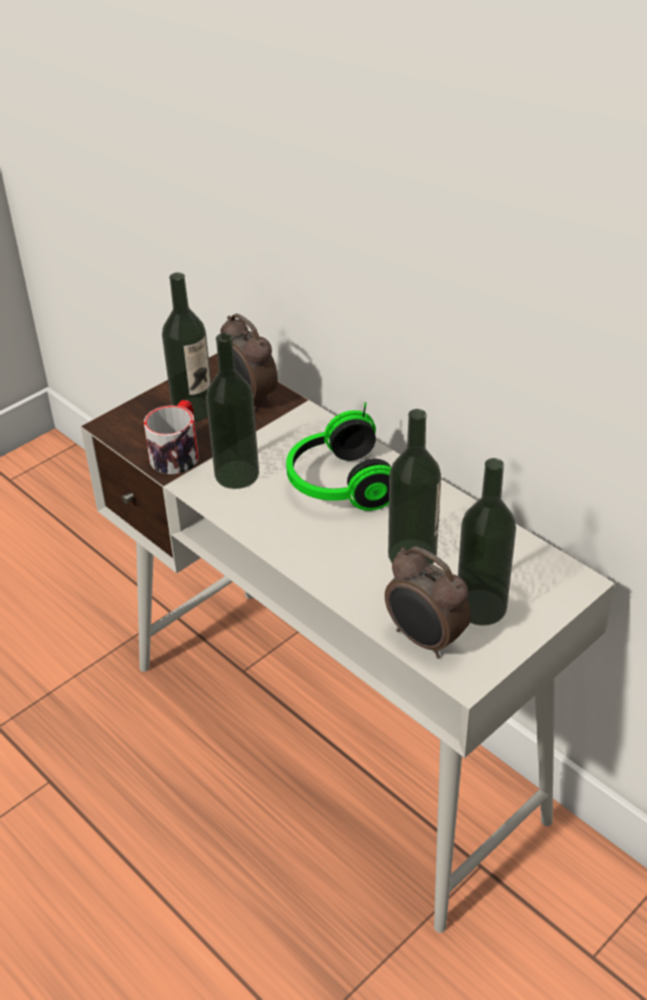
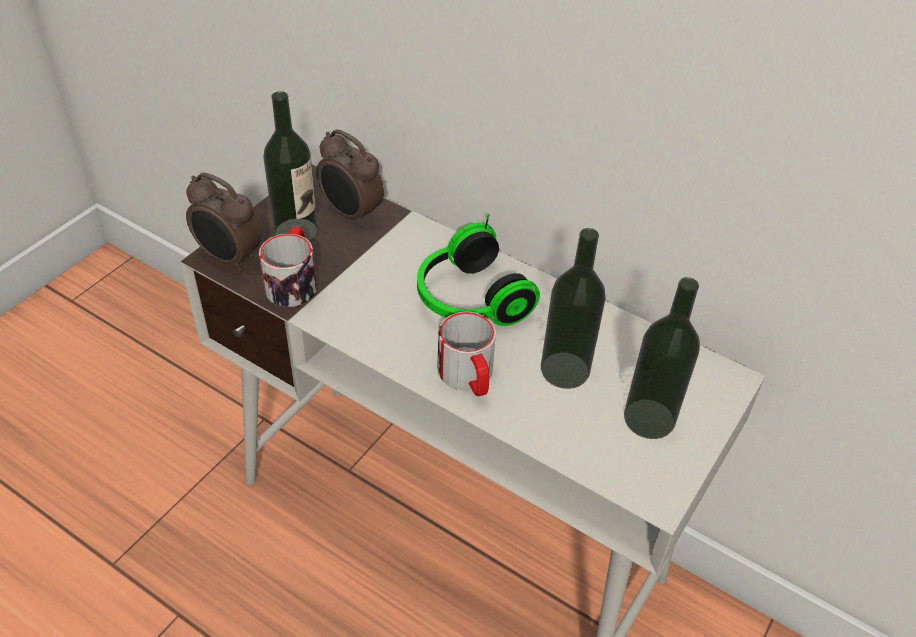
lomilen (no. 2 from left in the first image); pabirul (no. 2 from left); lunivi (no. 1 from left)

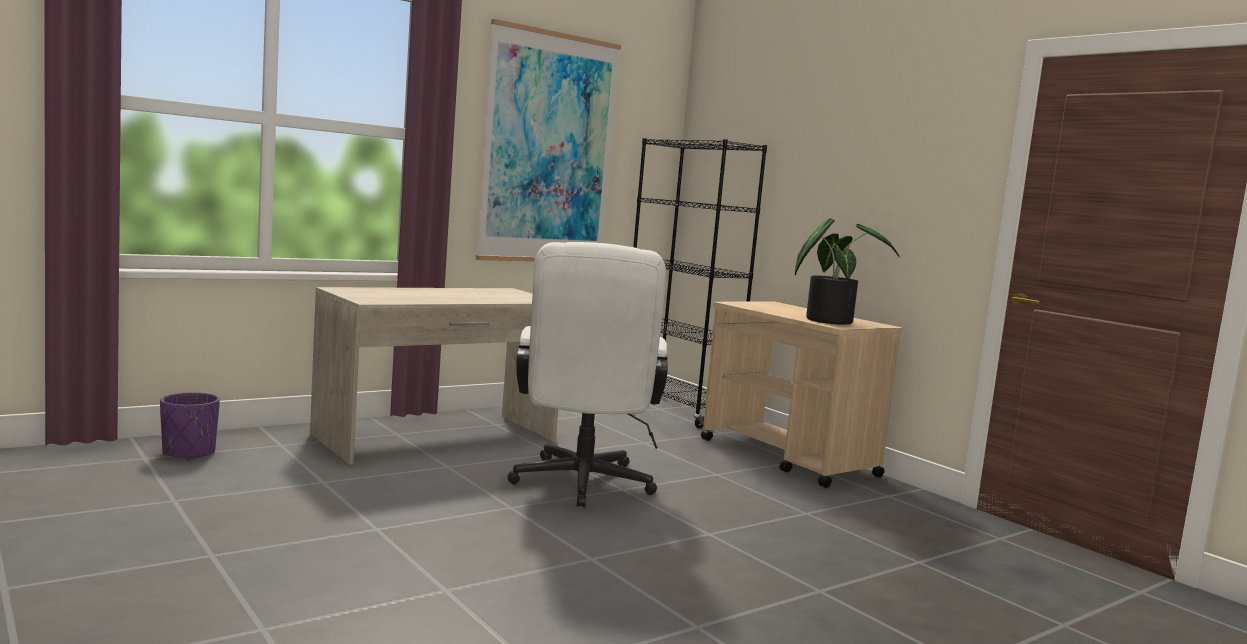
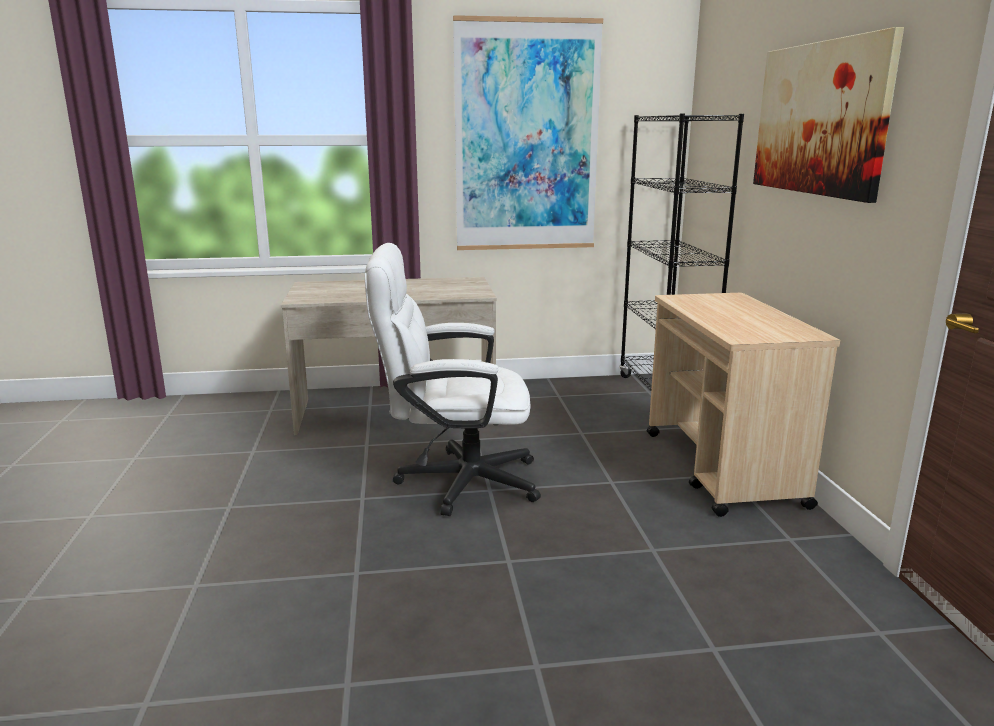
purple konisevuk; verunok; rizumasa (no. 2 from left); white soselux

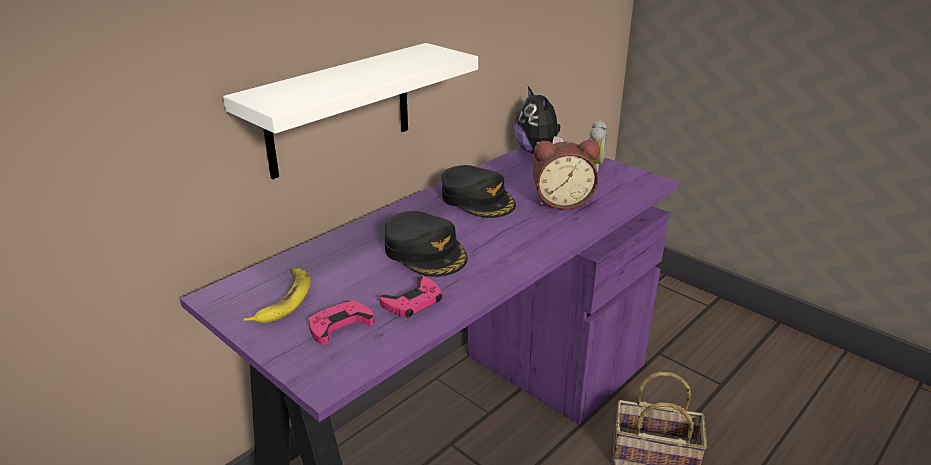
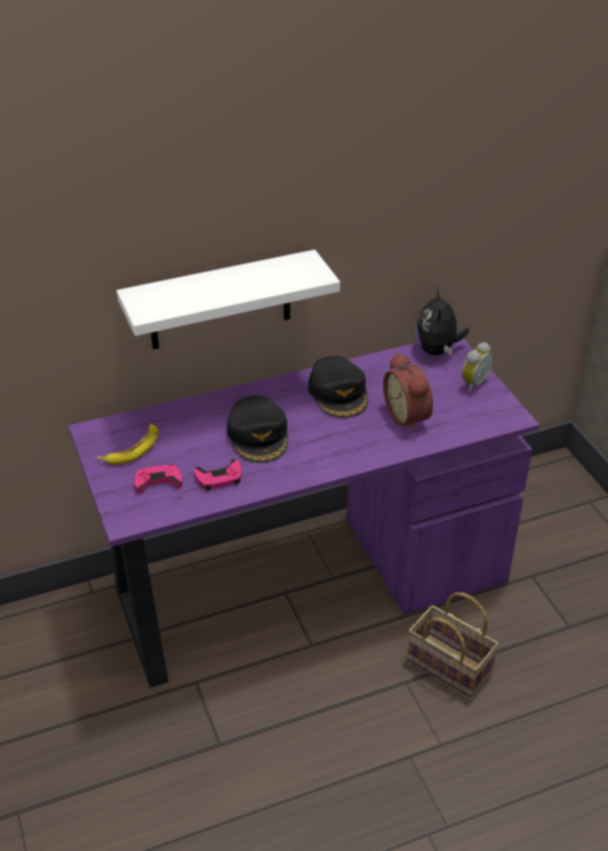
lunivi (no. 1 from left)

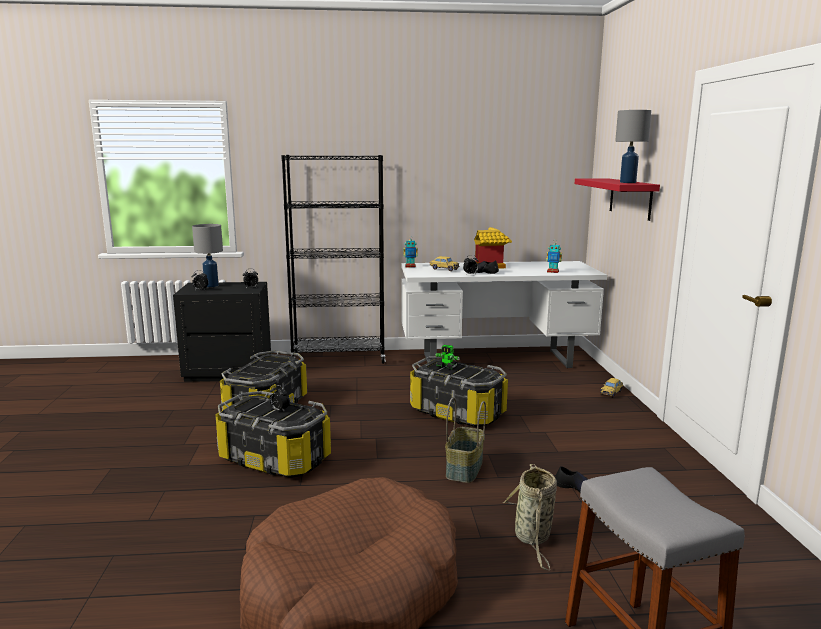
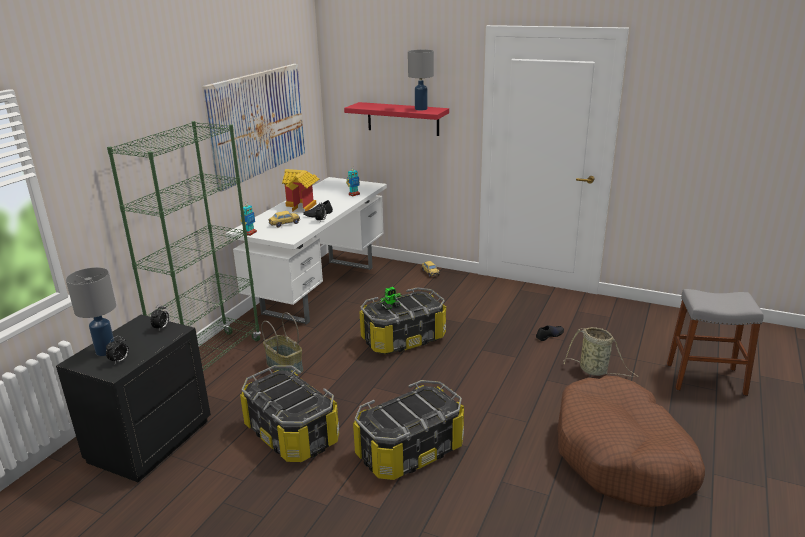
lunivi (no. 3 from left in the first image); rizumasa; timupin (no. 1 from left); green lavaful

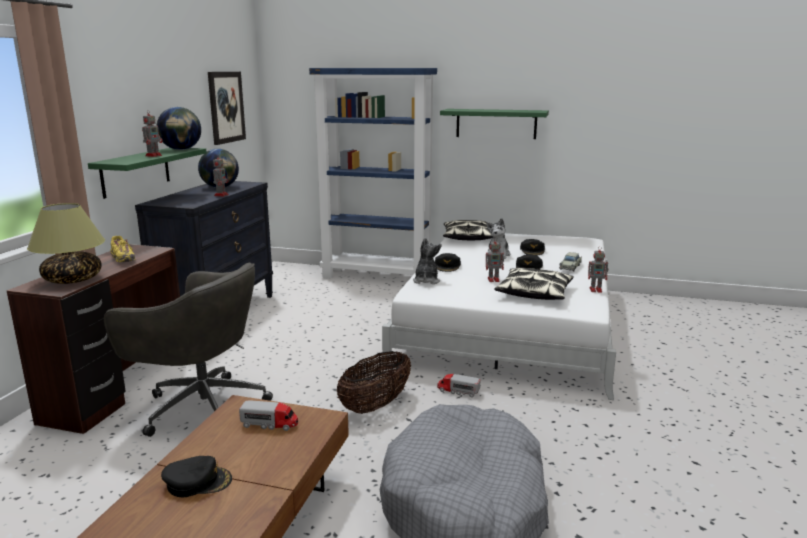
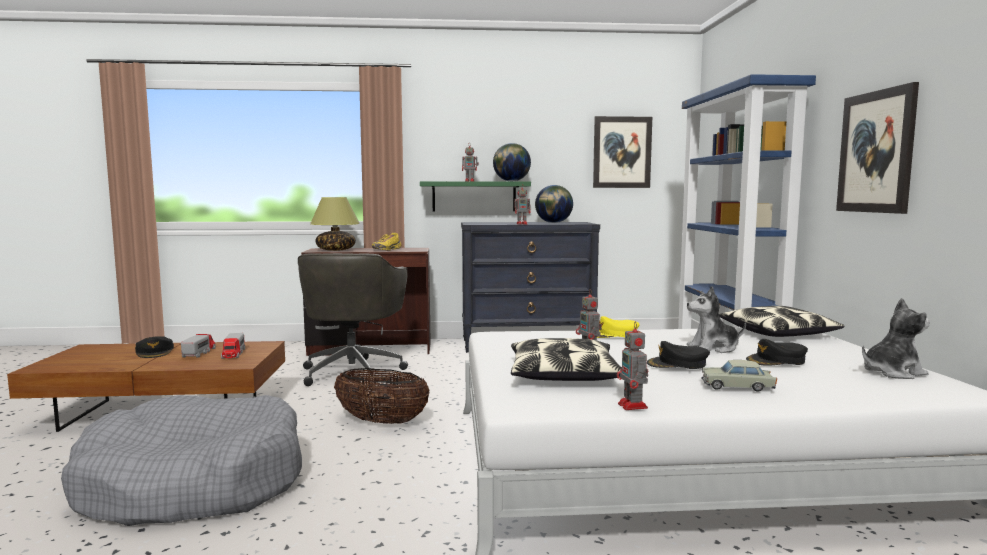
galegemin (no. 2 from left); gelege (no. 1 from left); rizumasa (no. 2 from left); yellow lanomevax

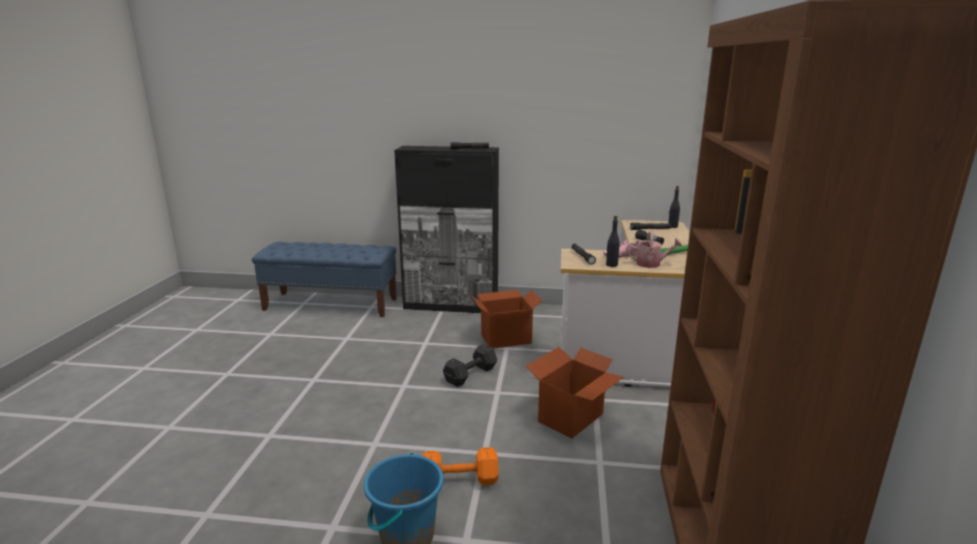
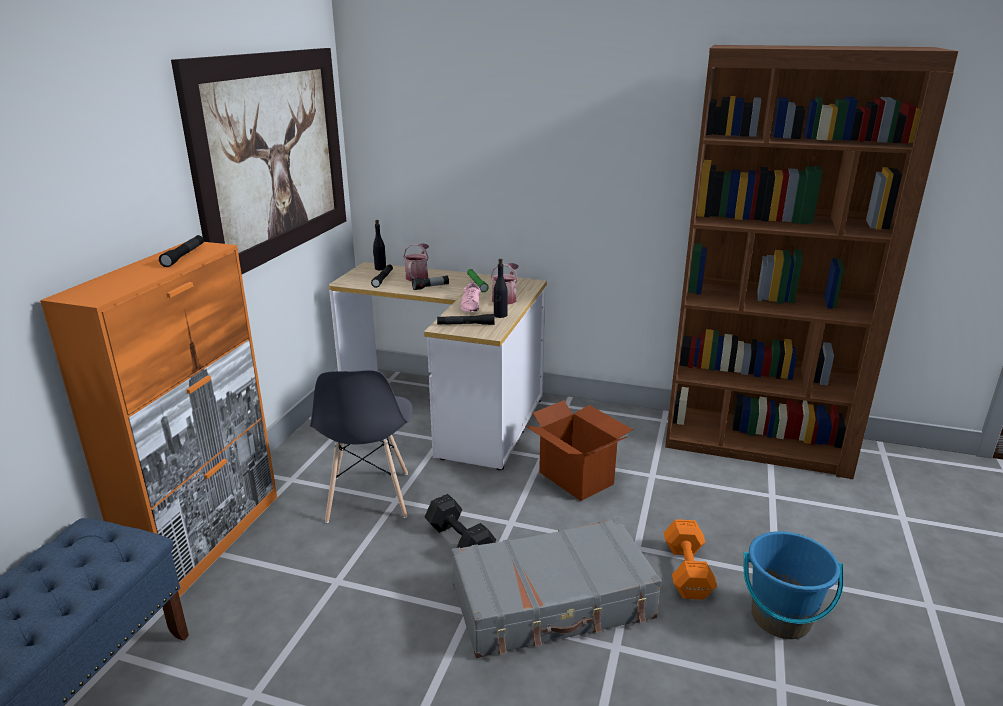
rizumasa; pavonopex (no. 1 from left); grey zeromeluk; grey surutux; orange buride

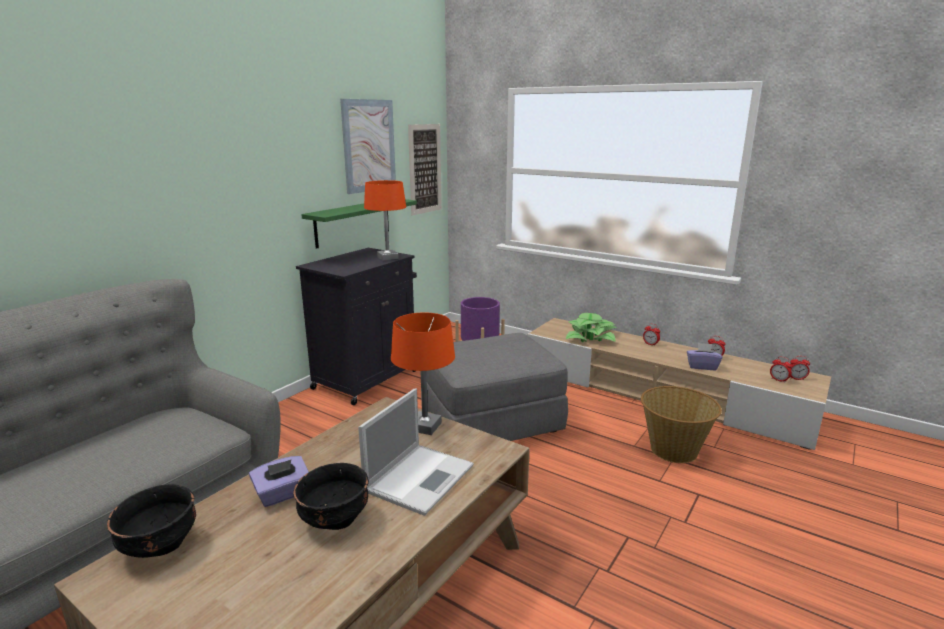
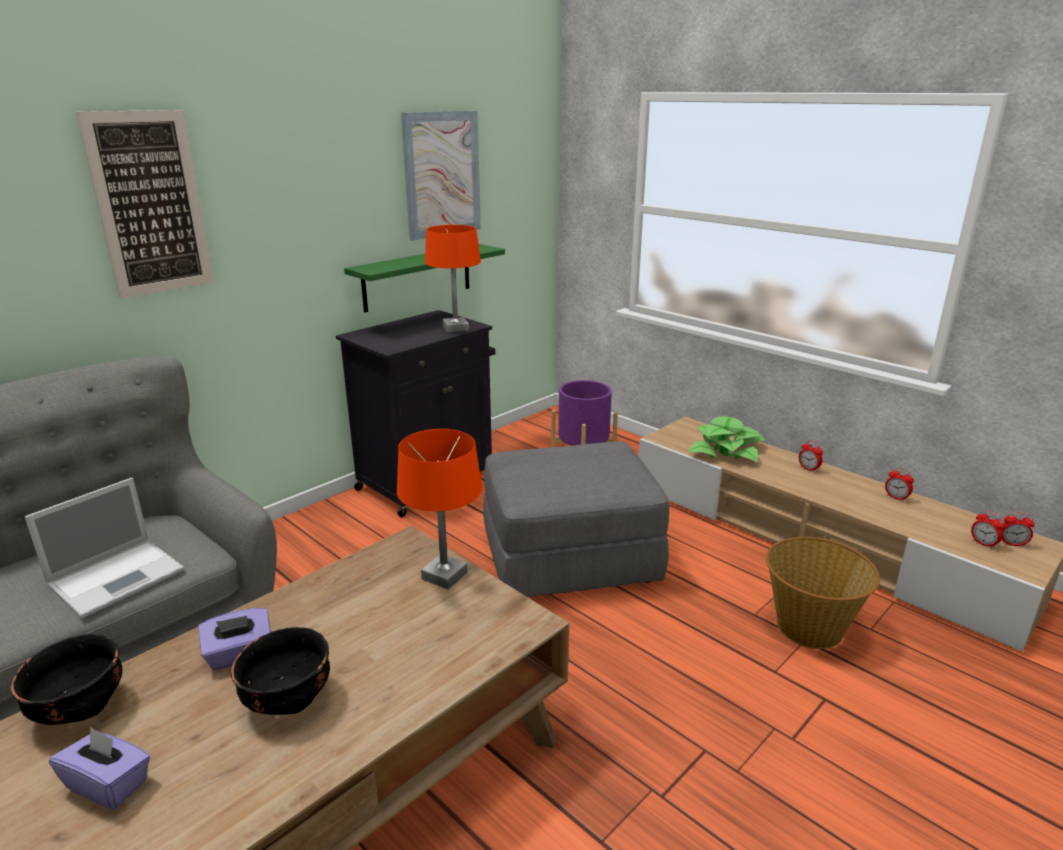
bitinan; rizumasa (no. 1 from left); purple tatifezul (no. 1 from left)

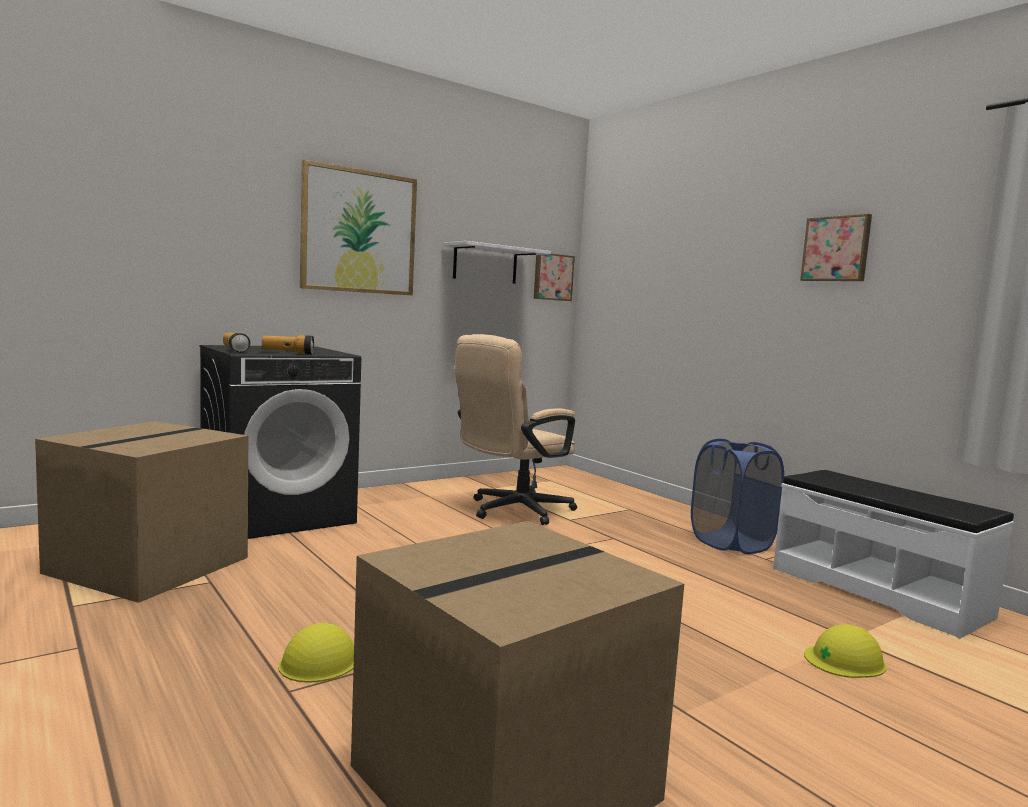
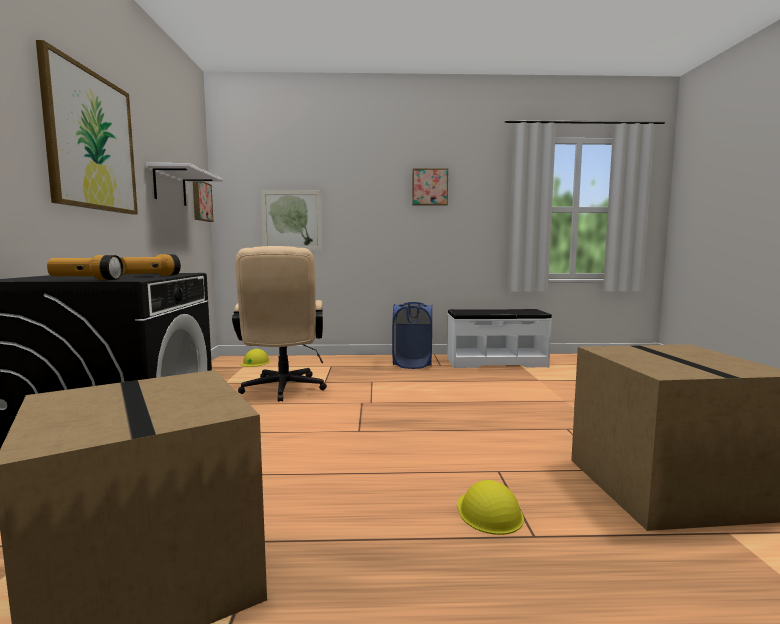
rizumasa (no. 3 from left); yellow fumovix (no. 1 from left)

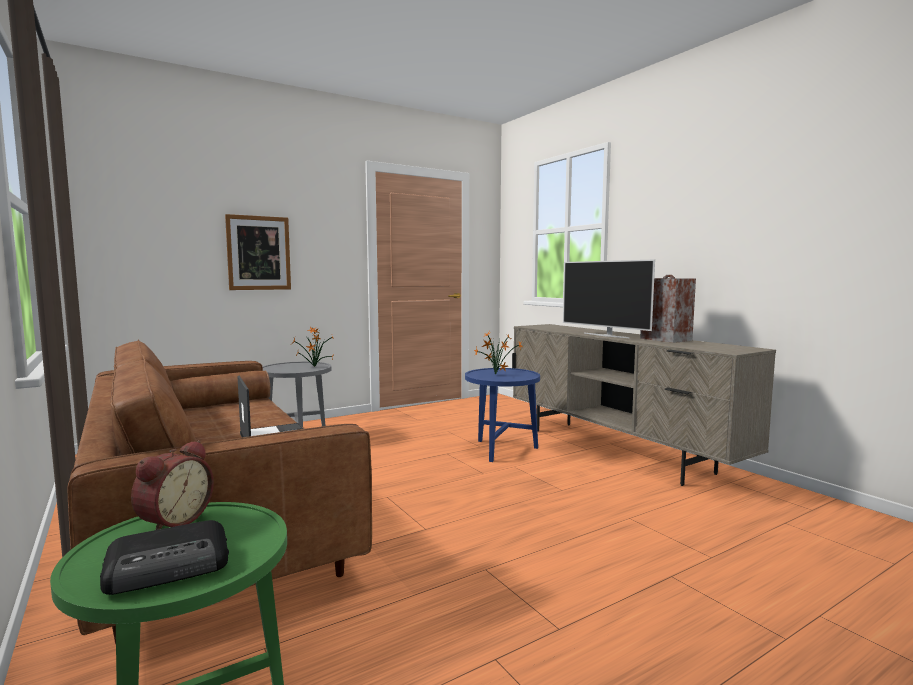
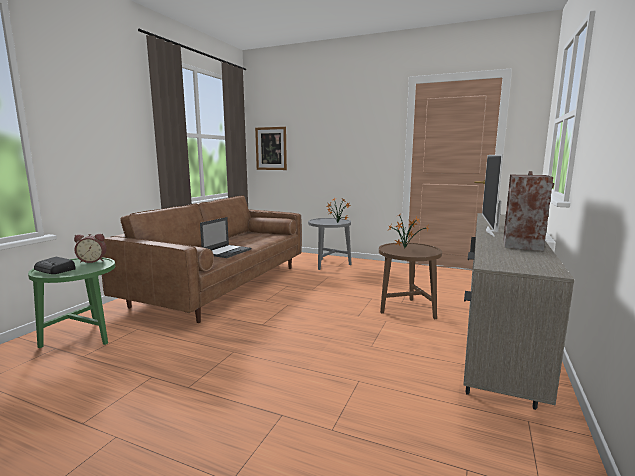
rizumasa; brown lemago

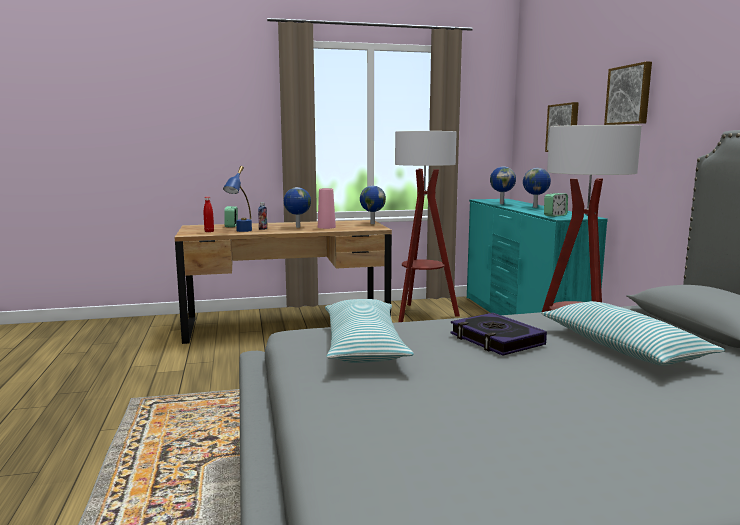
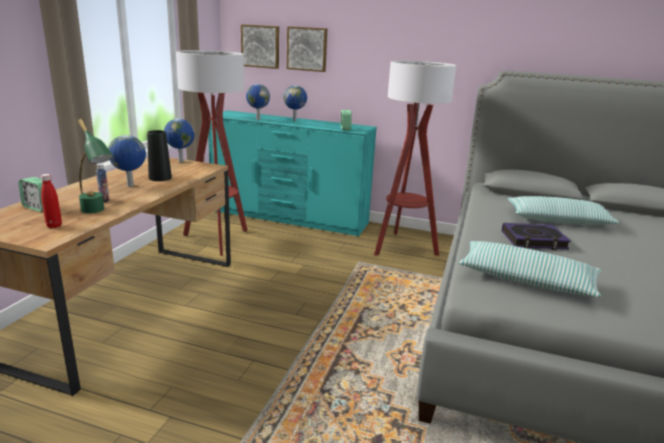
rizumasa (no. 1 from left); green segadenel; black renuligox

